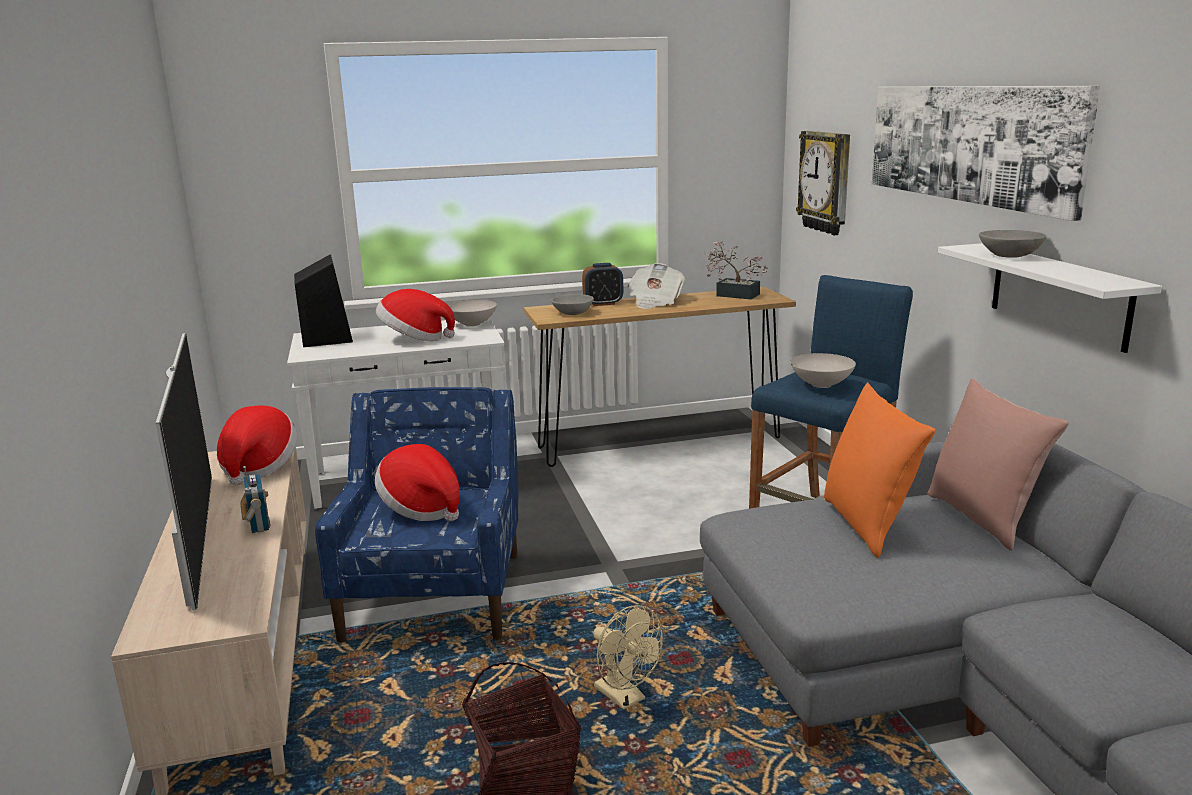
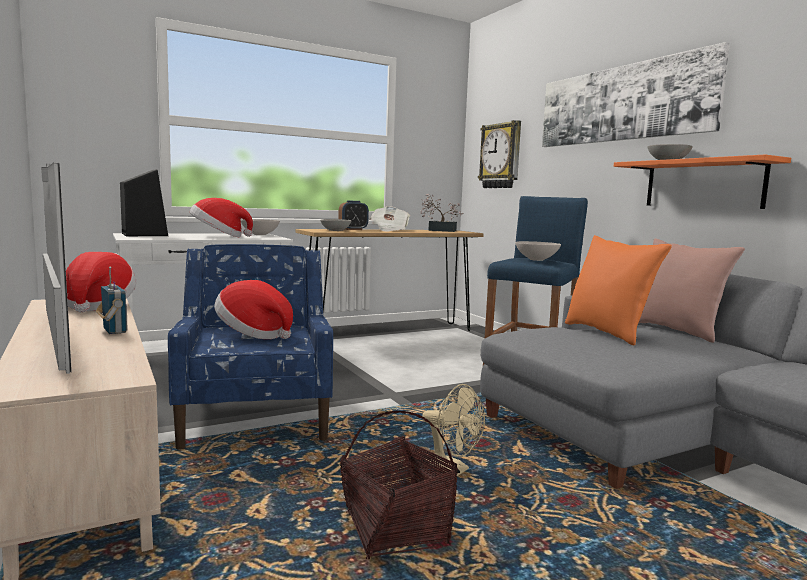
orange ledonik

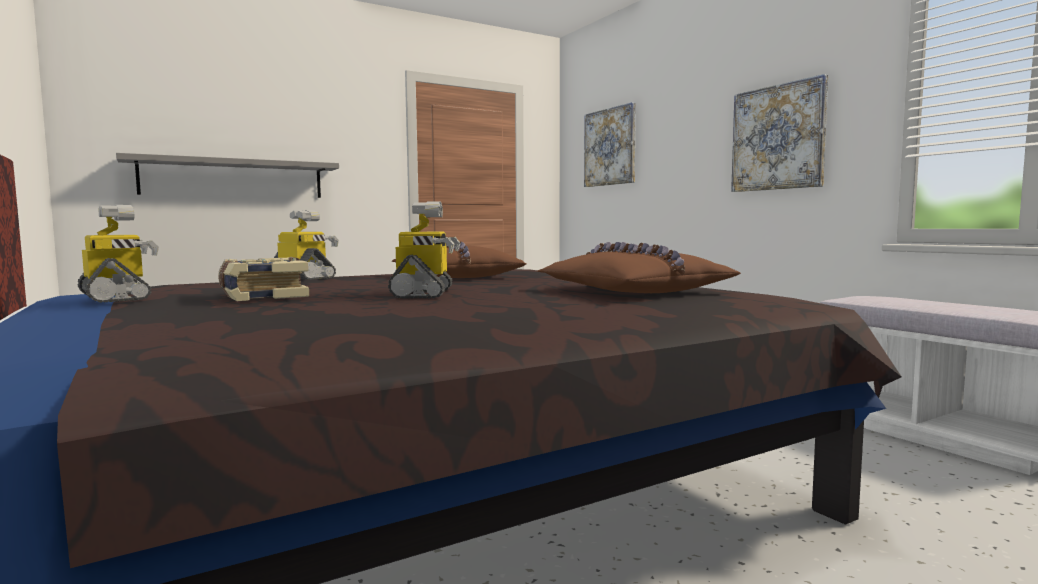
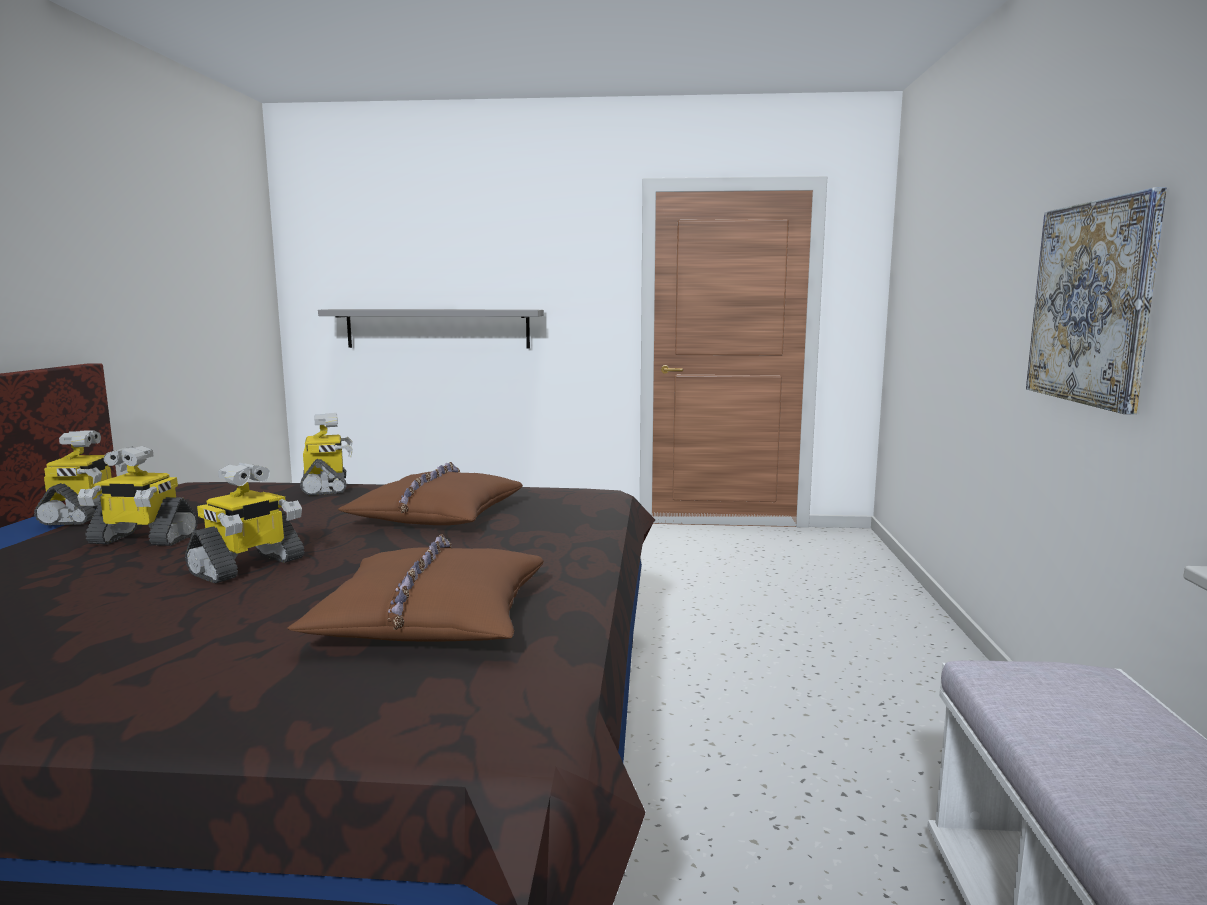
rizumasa (no. 1 from left in the first image); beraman (no. 2 from left)

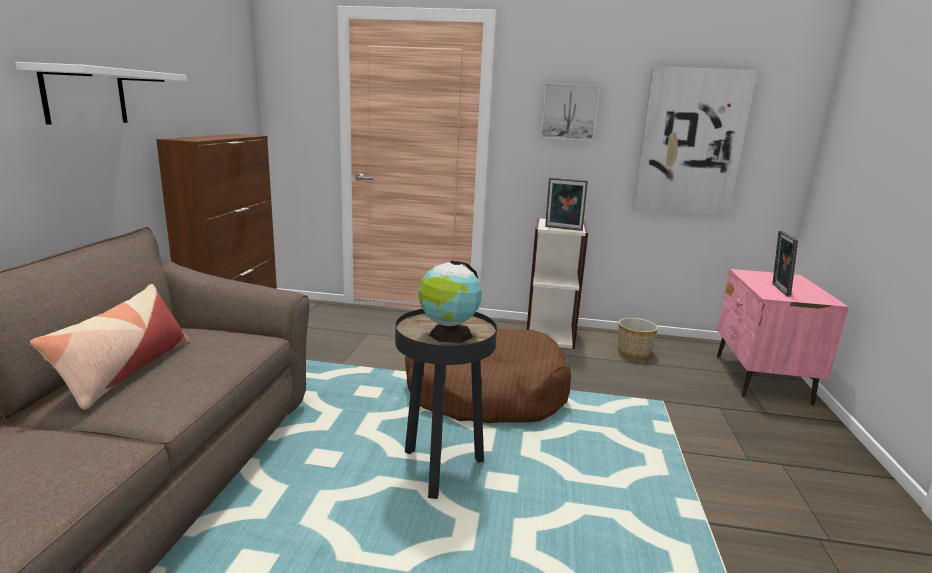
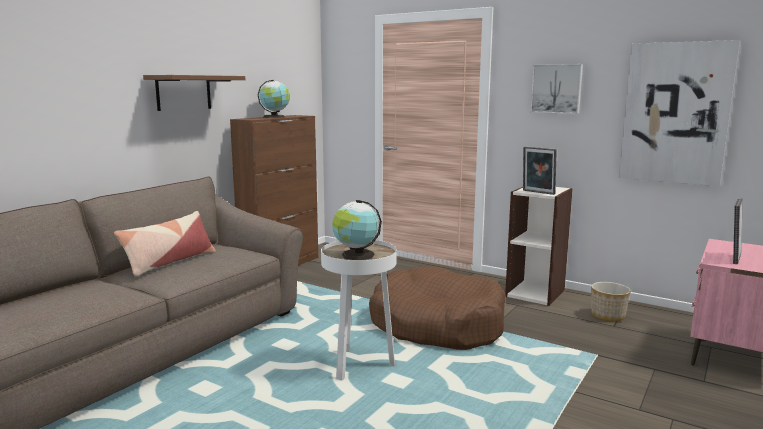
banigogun (no. 1 from left); brown ledonik; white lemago

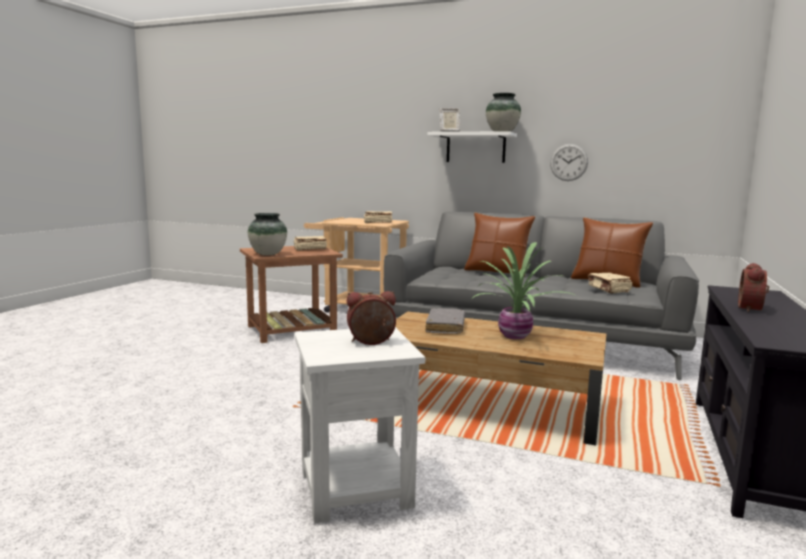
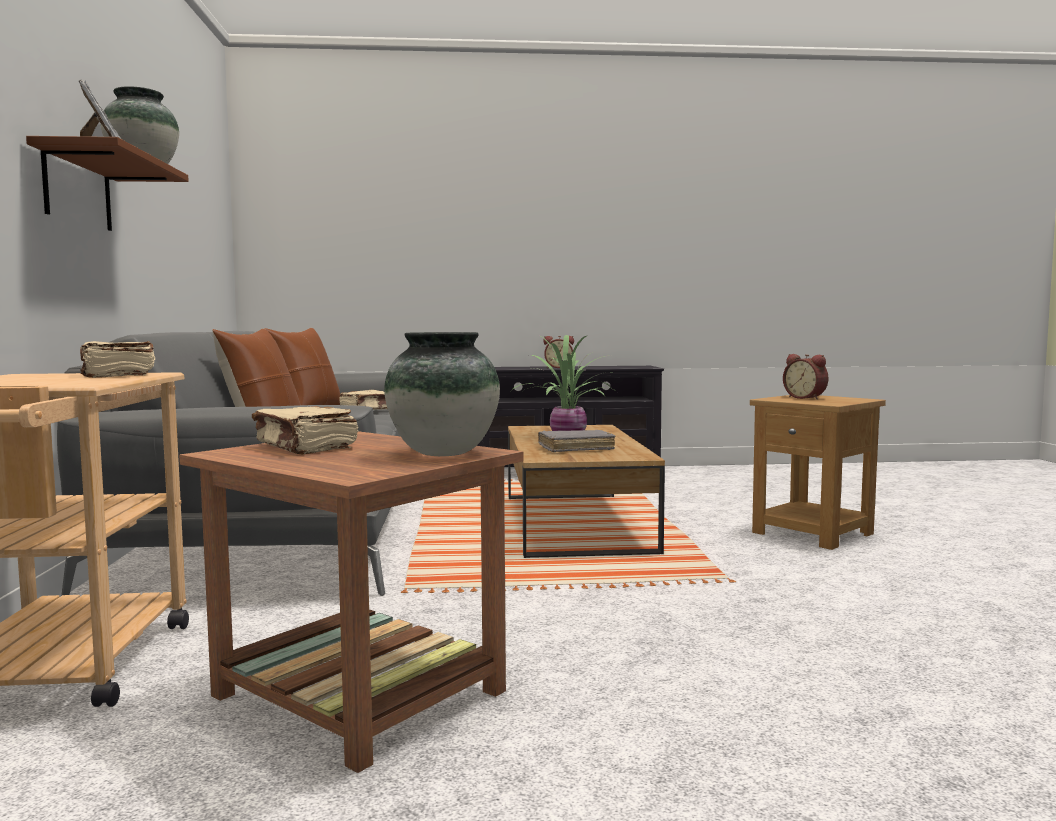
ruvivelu; brown lemago (no. 2 from left); brown ledonik

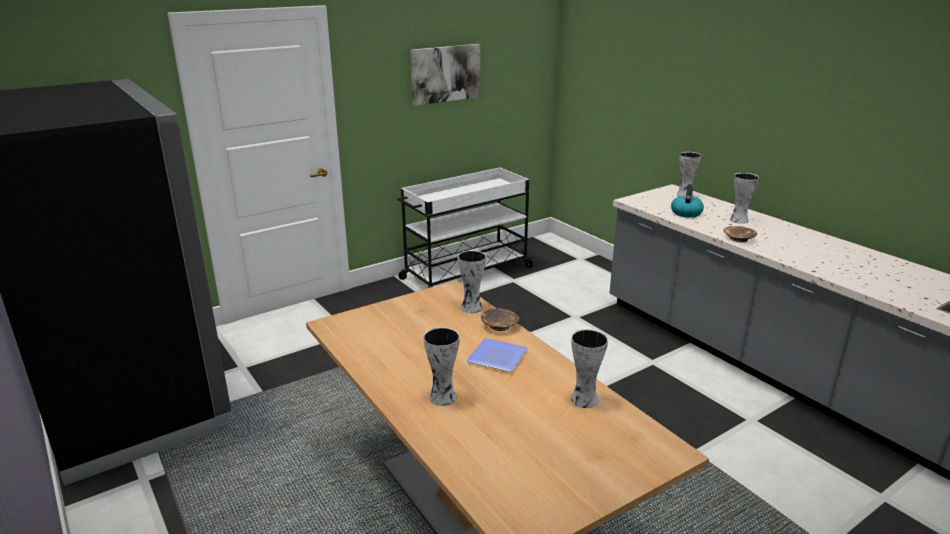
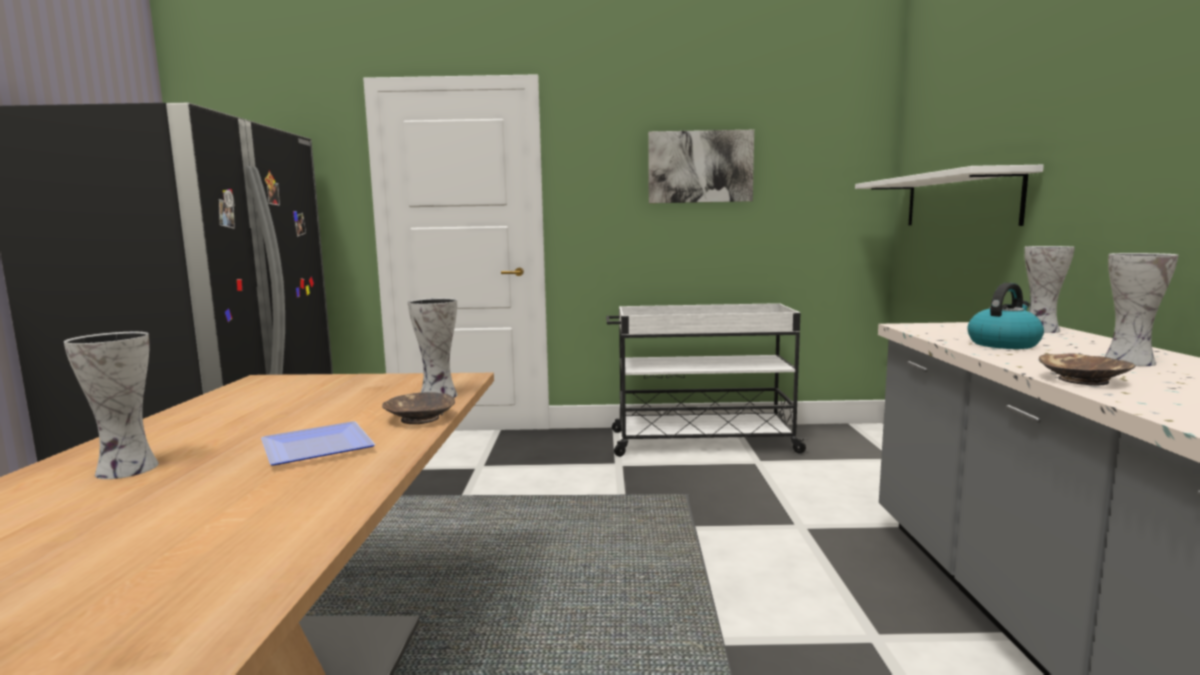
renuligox (no. 3 from left in the first image); white ledonik

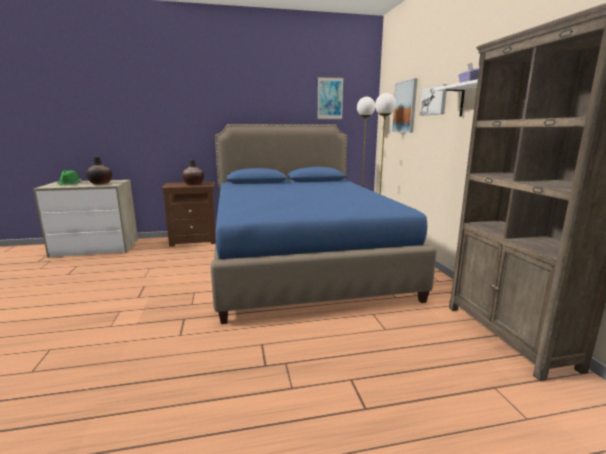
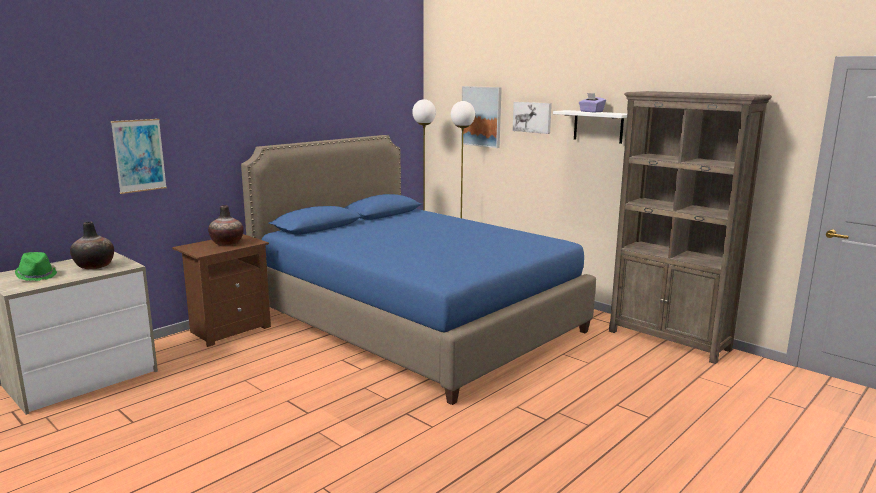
rizumasa (no. 1 from left)

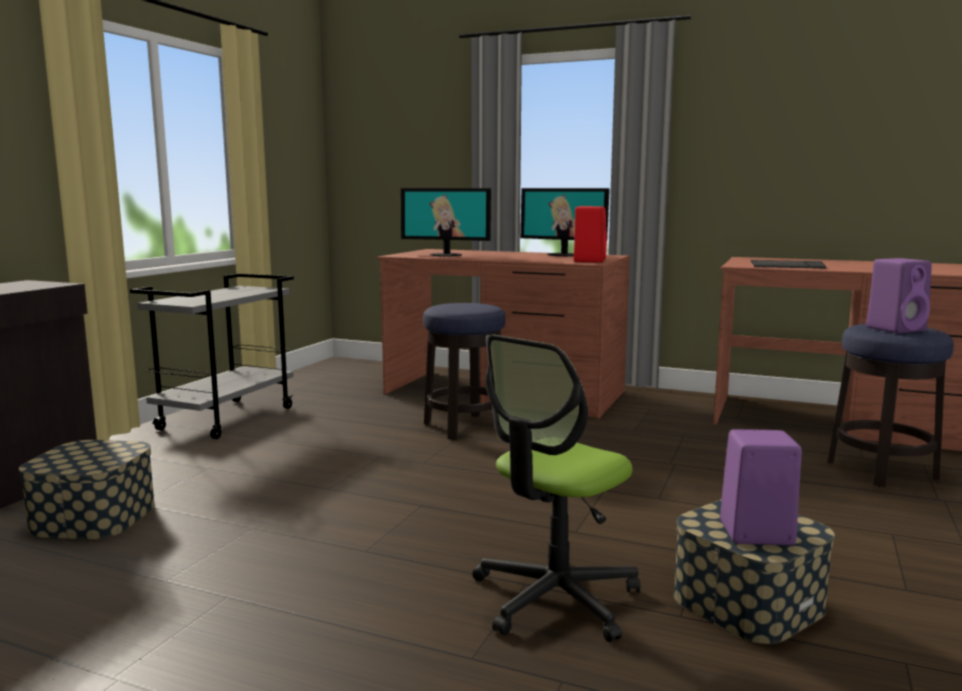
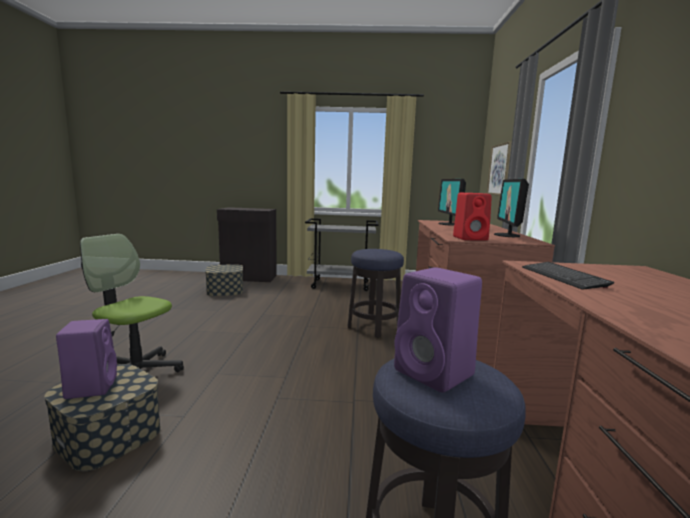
rizumasa

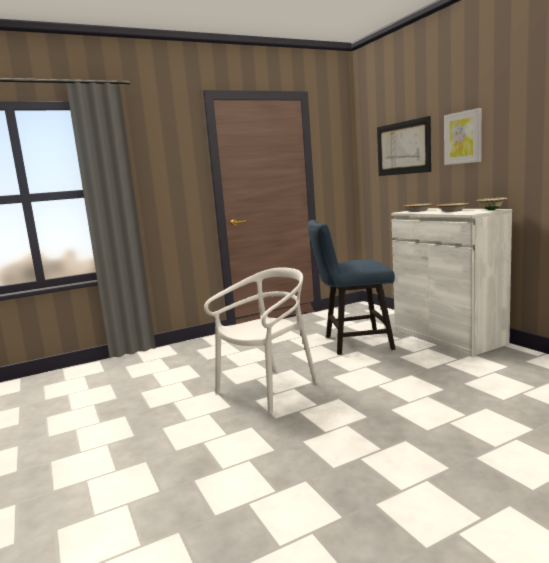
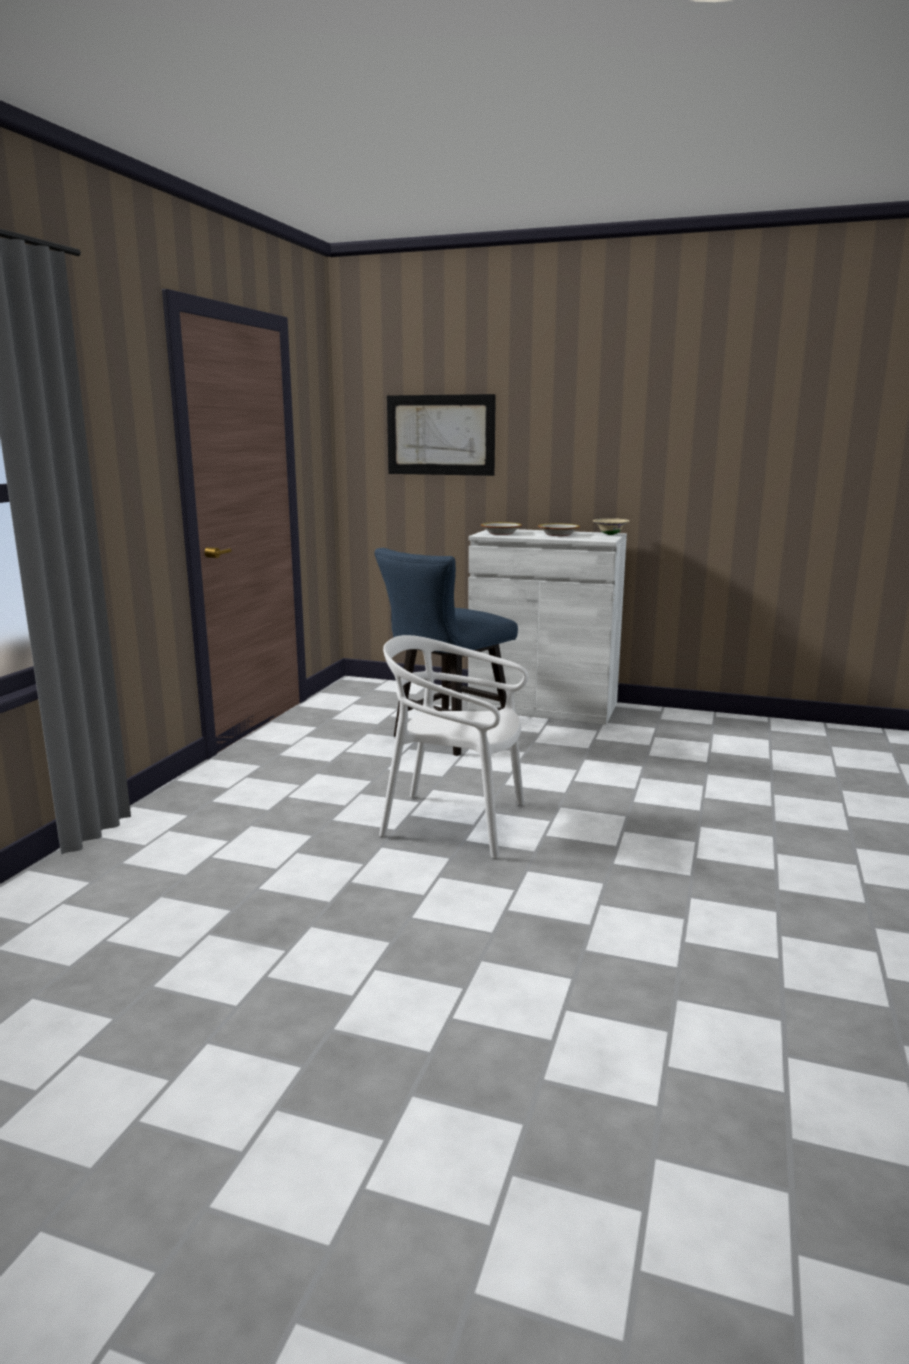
rizumasa (no. 2 from left in the first image); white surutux

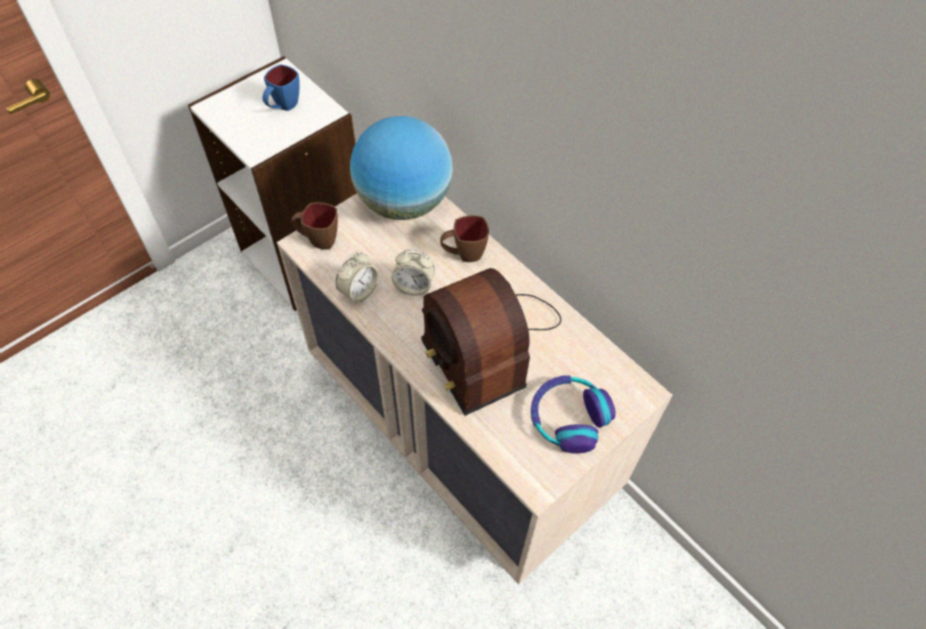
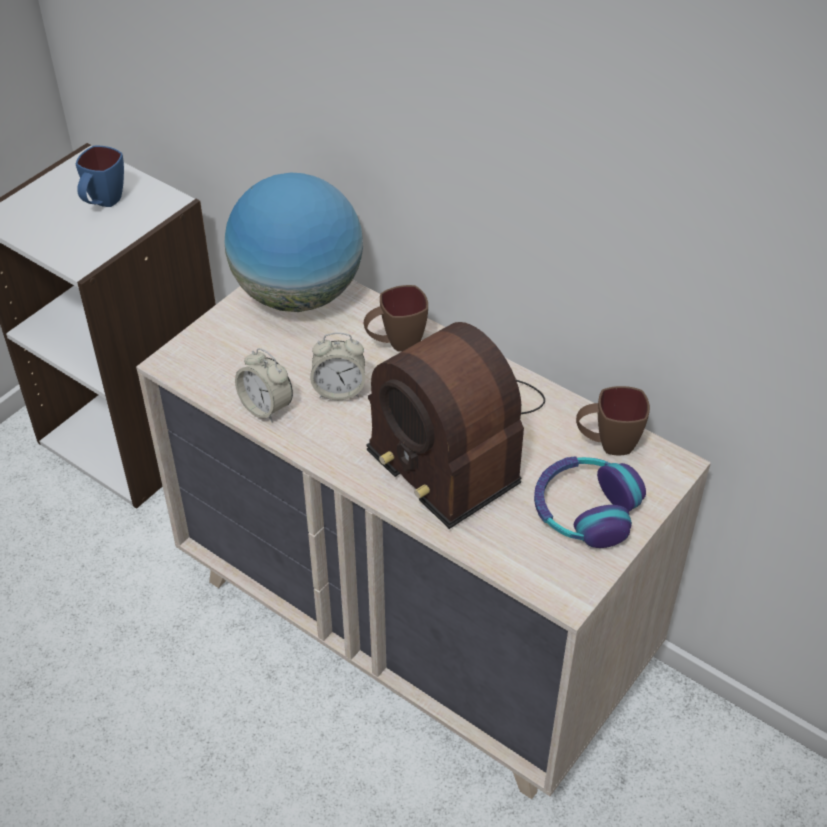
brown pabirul (no. 2 from left); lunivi (no. 1 from left)

